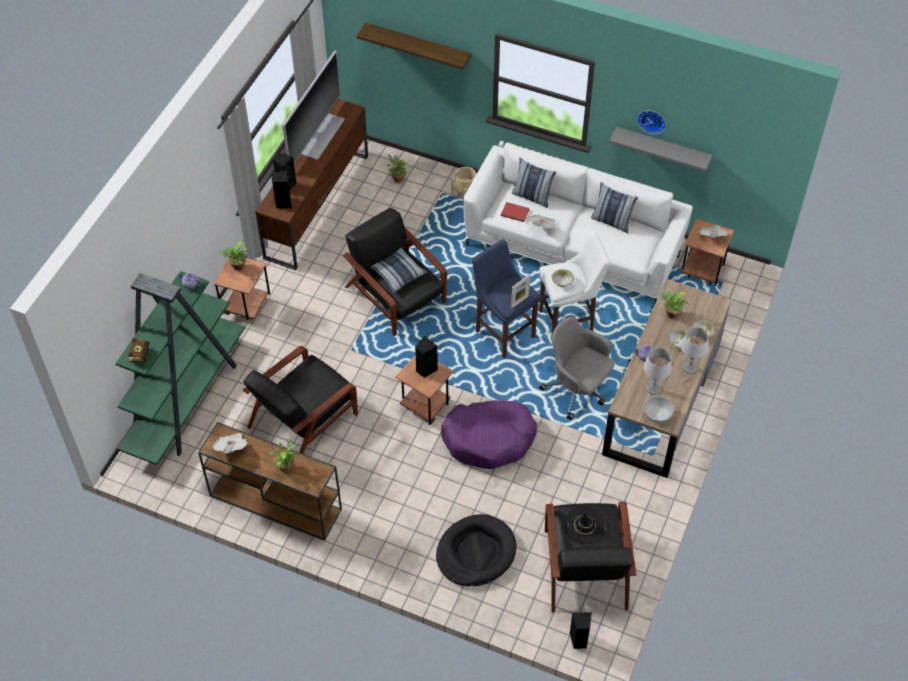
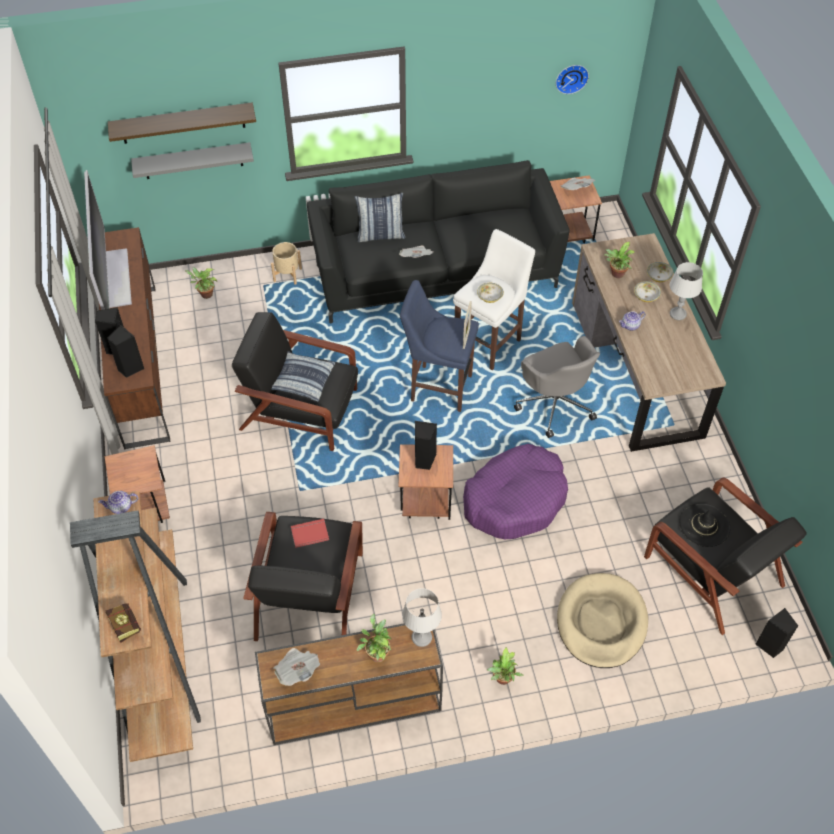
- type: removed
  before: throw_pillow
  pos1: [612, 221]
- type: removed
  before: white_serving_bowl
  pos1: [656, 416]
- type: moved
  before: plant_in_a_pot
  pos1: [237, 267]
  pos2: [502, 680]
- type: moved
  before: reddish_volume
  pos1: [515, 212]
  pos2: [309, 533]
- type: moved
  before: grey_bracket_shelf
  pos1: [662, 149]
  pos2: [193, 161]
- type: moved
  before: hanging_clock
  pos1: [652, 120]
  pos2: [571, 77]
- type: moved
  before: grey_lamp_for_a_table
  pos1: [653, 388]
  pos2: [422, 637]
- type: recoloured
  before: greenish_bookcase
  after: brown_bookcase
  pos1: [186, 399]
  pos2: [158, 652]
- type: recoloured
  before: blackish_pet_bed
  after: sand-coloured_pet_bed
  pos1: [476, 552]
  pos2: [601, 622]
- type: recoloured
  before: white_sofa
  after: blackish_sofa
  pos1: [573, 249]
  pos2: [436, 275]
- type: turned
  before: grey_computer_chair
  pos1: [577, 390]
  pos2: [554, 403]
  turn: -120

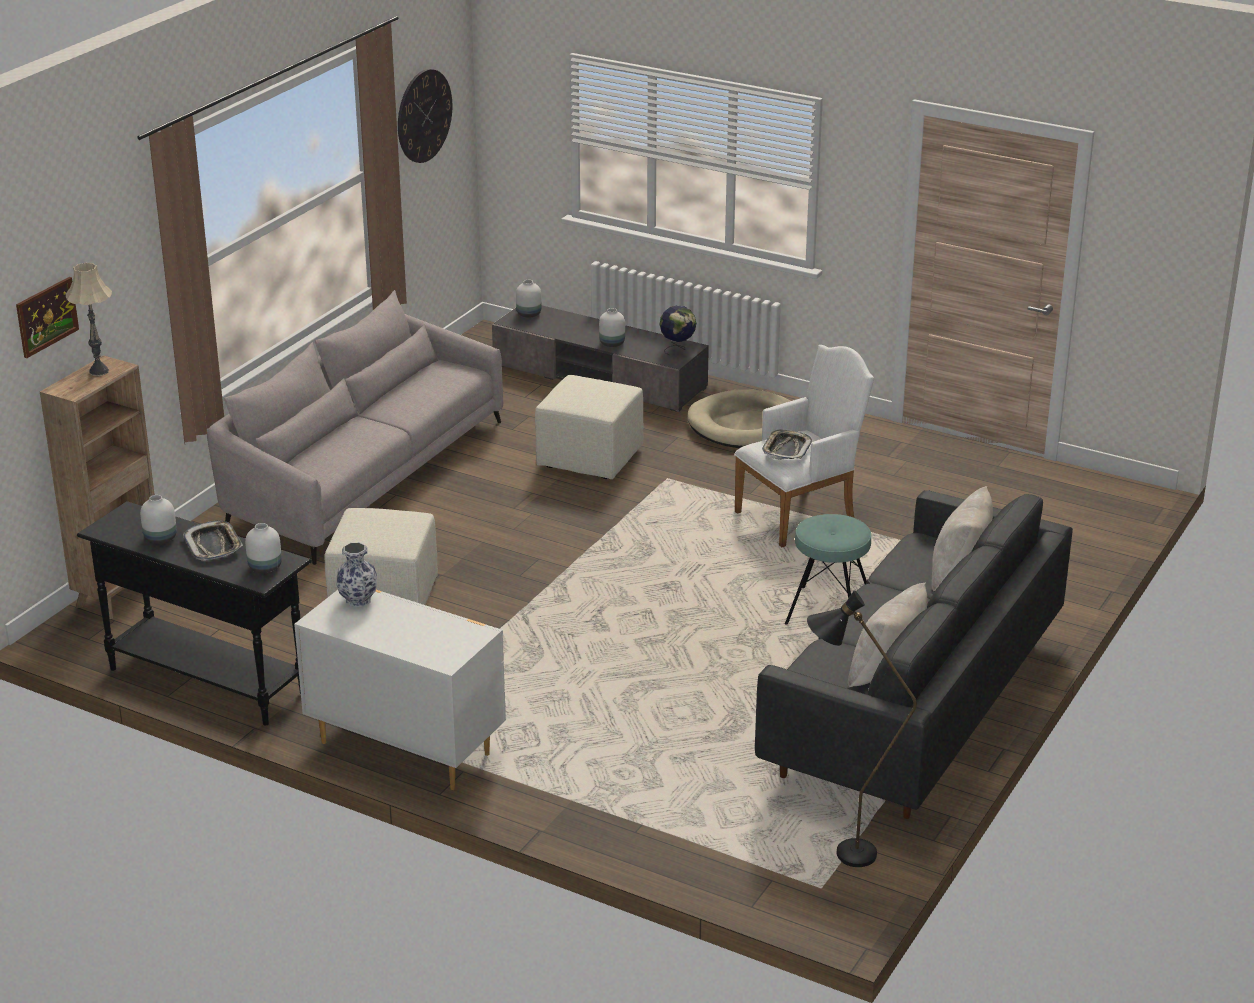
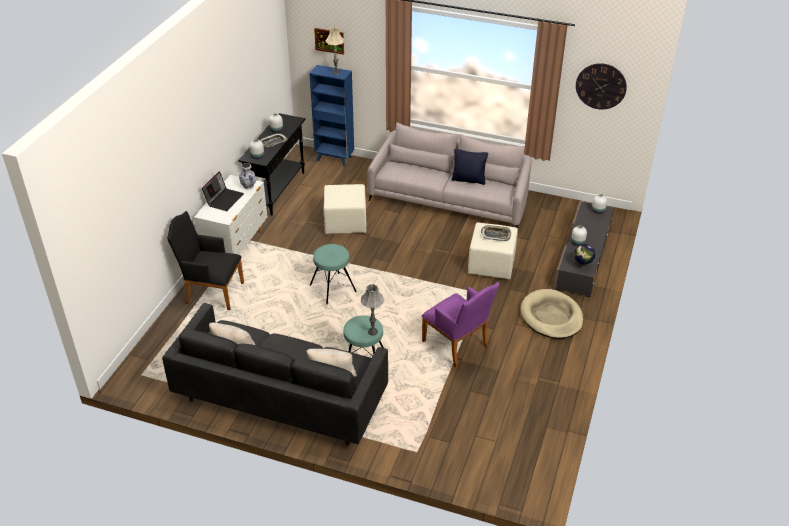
- type: removed
  before: blackish_standard_lamp
  pos1: [841, 854]
- type: added
  after: blackish_armchair
  pos2: [211, 292]
- type: added
  after: laptop
  pos2: [224, 199]
- type: added
  after: turquoise-coloured_sitting_stool
  pos2: [333, 288]
- type: added
  after: grey_lamp_for_a_table
  pos2: [373, 332]
- type: added
  after: blackish_throw_pillow
  pos2: [468, 180]
- type: moved
  before: carrying_tray
  pos1: [786, 449]
  pos2: [496, 235]
- type: recoloured
  before: brown_bookcase
  after: blue_bookcase
  pos1: [120, 594]
  pos2: [335, 159]
- type: recoloured
  before: white_armchair
  after: purple-coloured_armchair
  pos1: [801, 516]
  pos2: [457, 346]

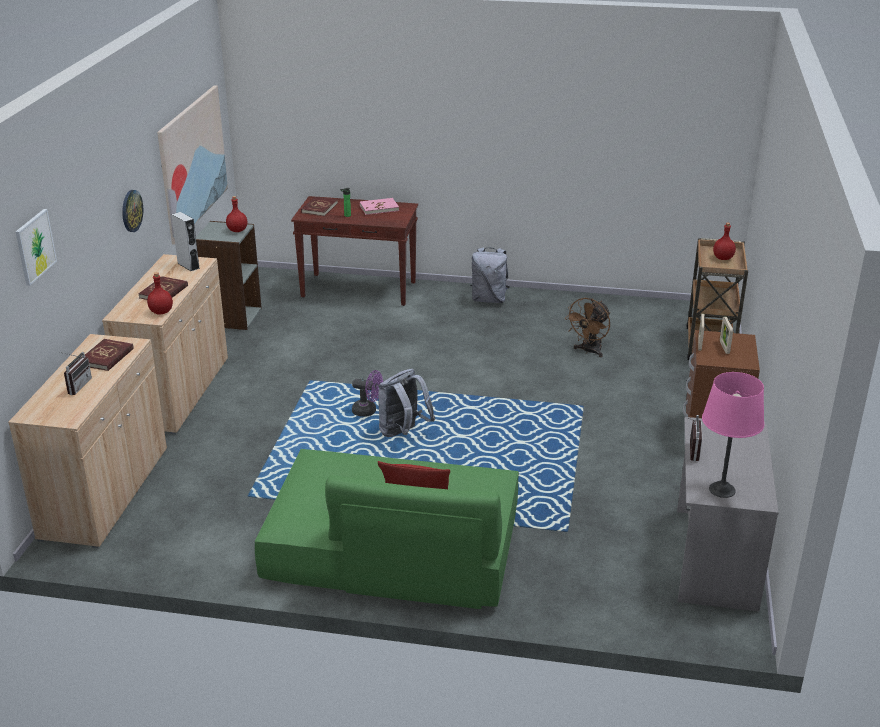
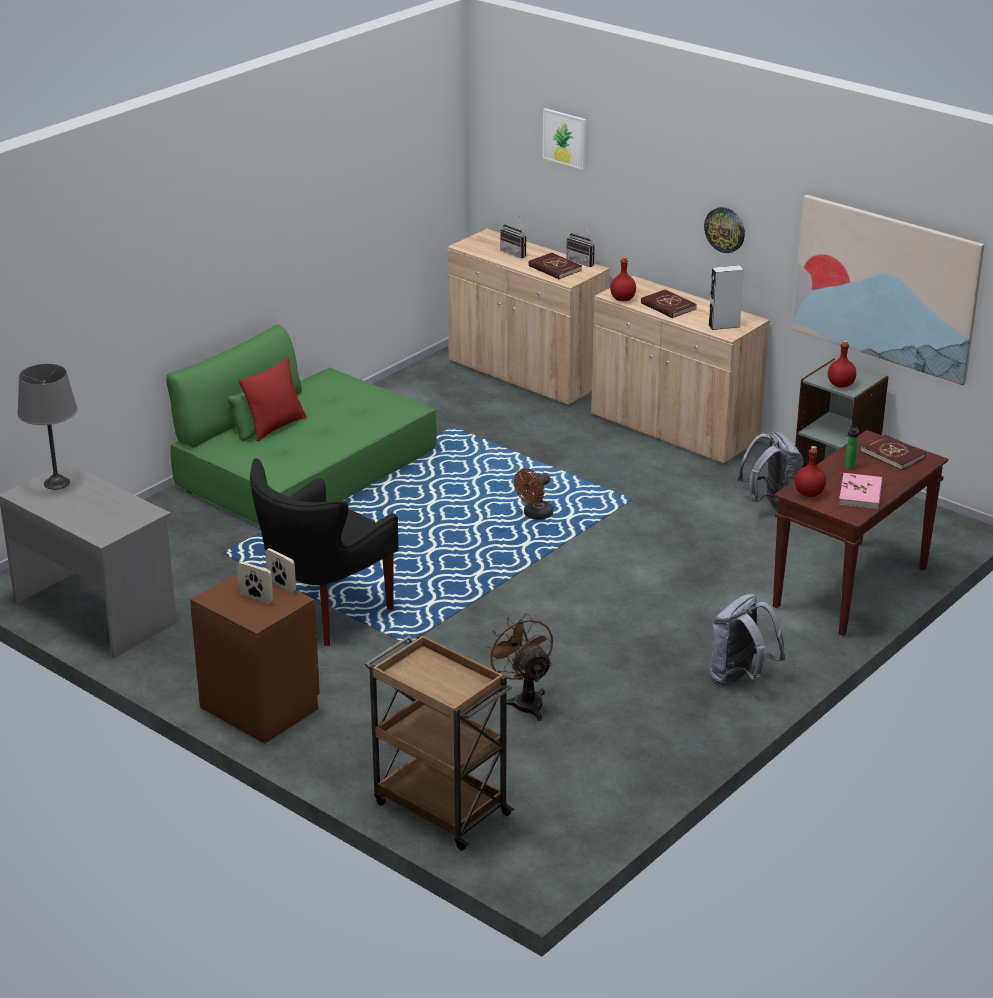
- type: added
  after: blackish_armchair
  pos2: [324, 611]
- type: moved
  before: grey_knapsack
  pos1: [403, 433]
  pos2: [771, 505]
- type: moved
  before: radio_receiver
  pos1: [689, 451]
  pos2: [582, 262]
- type: moved
  before: reddish_bottle
  pos1: [723, 258]
  pos2: [809, 494]
- type: recoloured
  before: purple-coloured_electric_fan
  after: brown_electric_fan
  pos1: [368, 411]
  pos2: [534, 515]
- type: recoloured
  before: pink_lamp_for_a_table
  after: grey_lamp_for_a_table
  pos1: [722, 490]
  pos2: [56, 483]

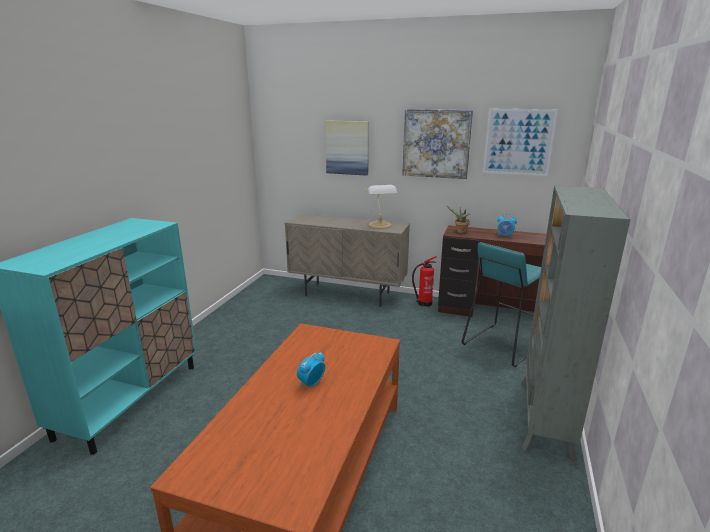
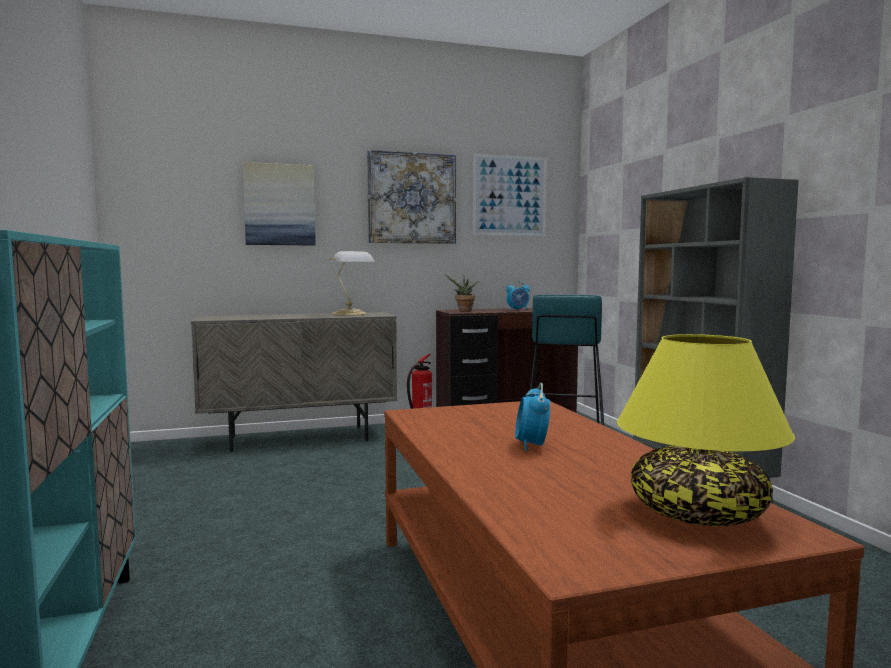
- type: added
  after: yellow_lamp_for_a_table
  pos2: [697, 512]

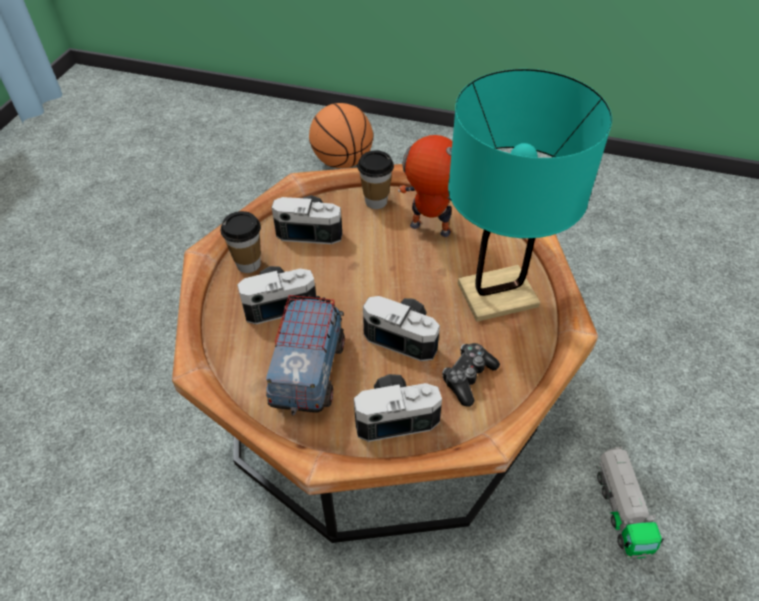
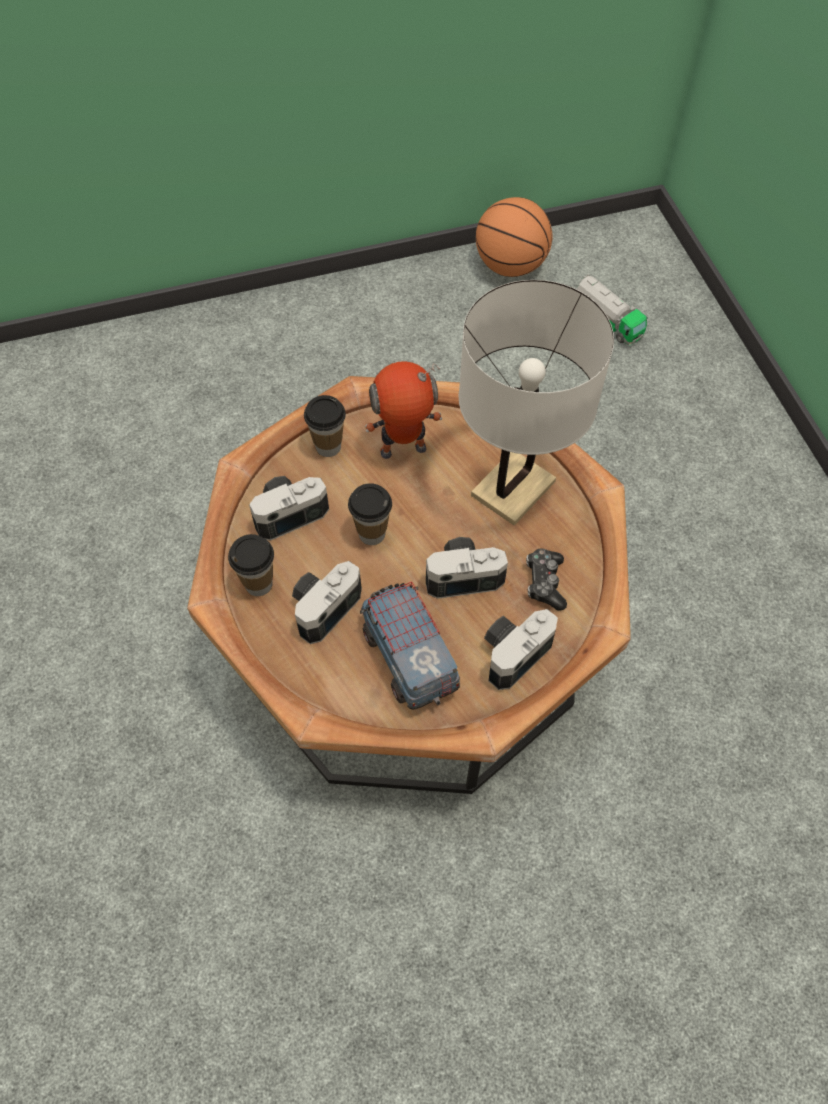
- type: added
  after: cup
  pos2: [371, 534]
- type: moved
  before: ball_for_basketball
  pos1: [342, 161]
  pos2: [510, 266]
- type: moved
  before: model_truck
  pos1: [621, 509]
  pos2: [607, 321]
- type: recoloured
  before: turquoise-coloured_lamp_for_a_table
  after: white_lamp_for_a_table
  pos1: [497, 294]
  pos2: [513, 488]

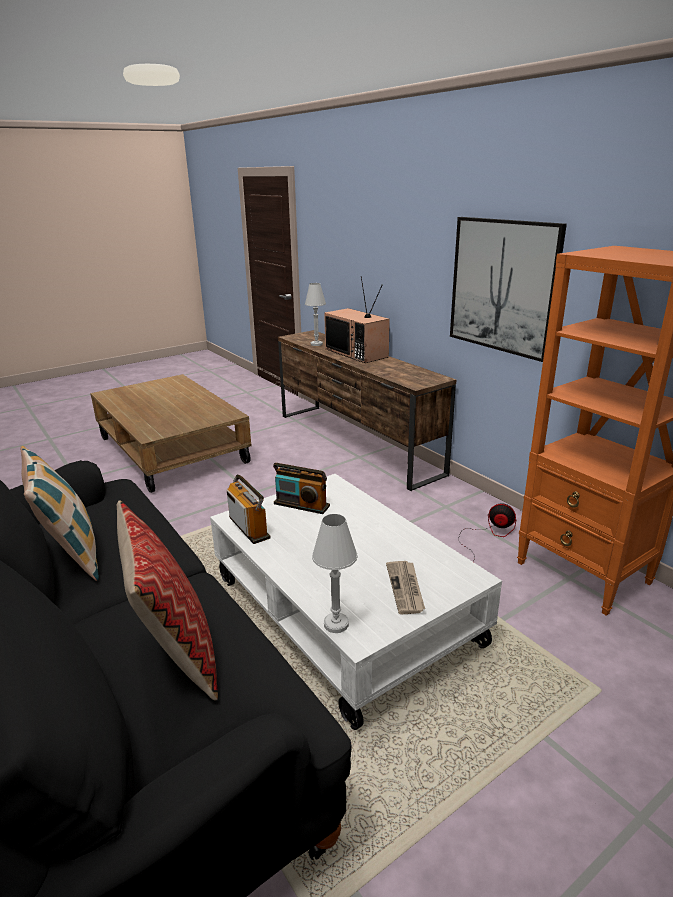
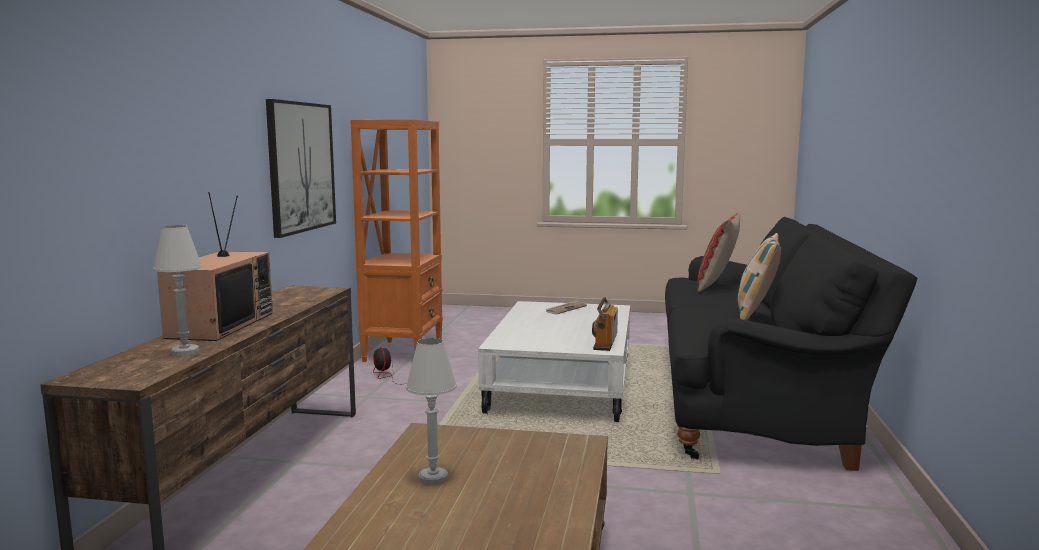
- type: removed
  before: radio_receiver
  pos1: [301, 505]
- type: moved
  before: white_lamp_for_a_table
  pos1: [336, 624]
  pos2: [433, 478]

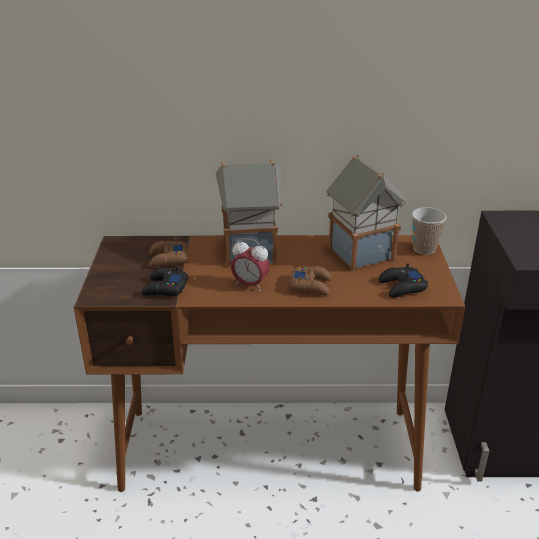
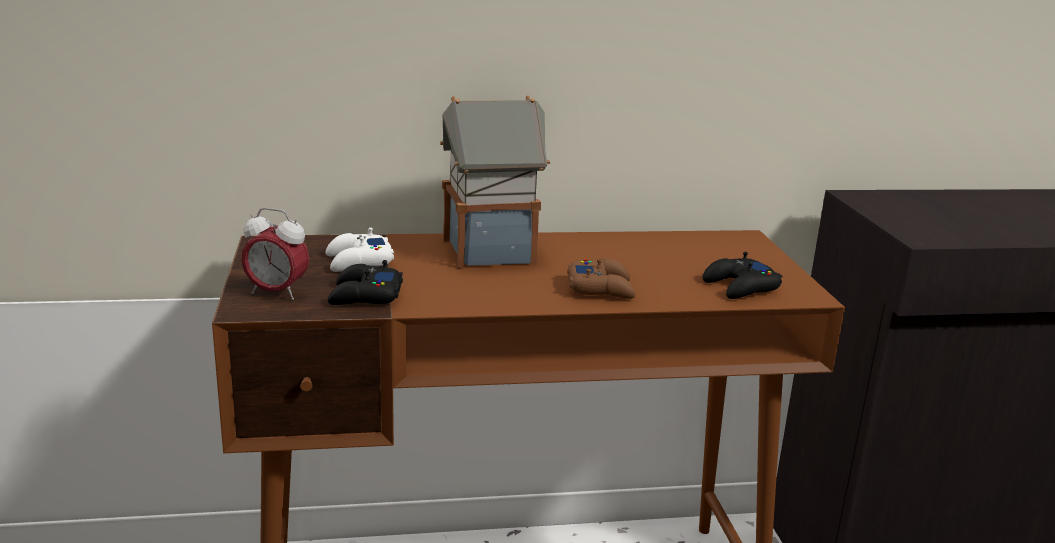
- type: removed
  before: toy_house
  pos1: [360, 253]
- type: removed
  before: cup
  pos1: [424, 249]
- type: moved
  before: bedside_clock
  pos1: [250, 285]
  pos2: [277, 293]
- type: recoloured
  before: brown_joypad
  after: white_joypad
  pos1: [167, 259]
  pos2: [358, 261]

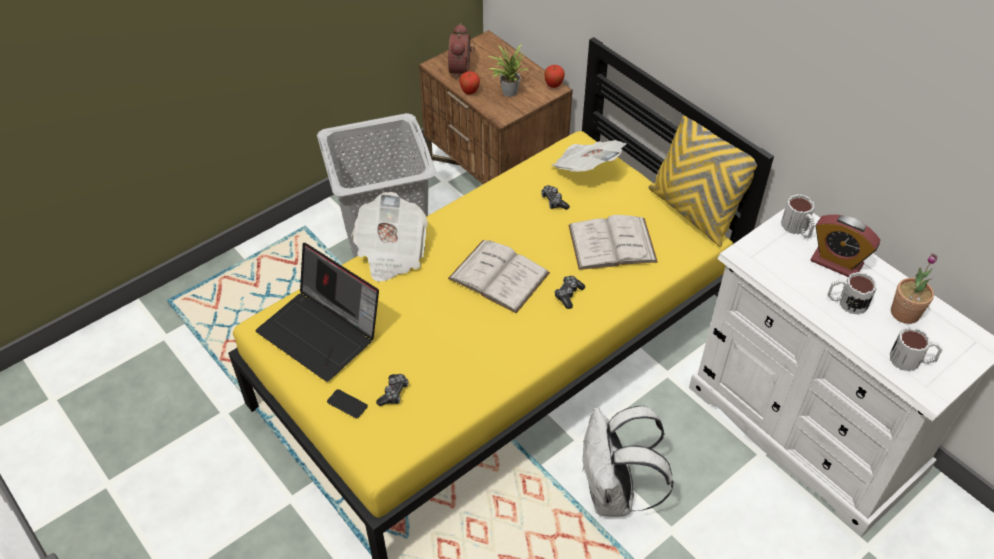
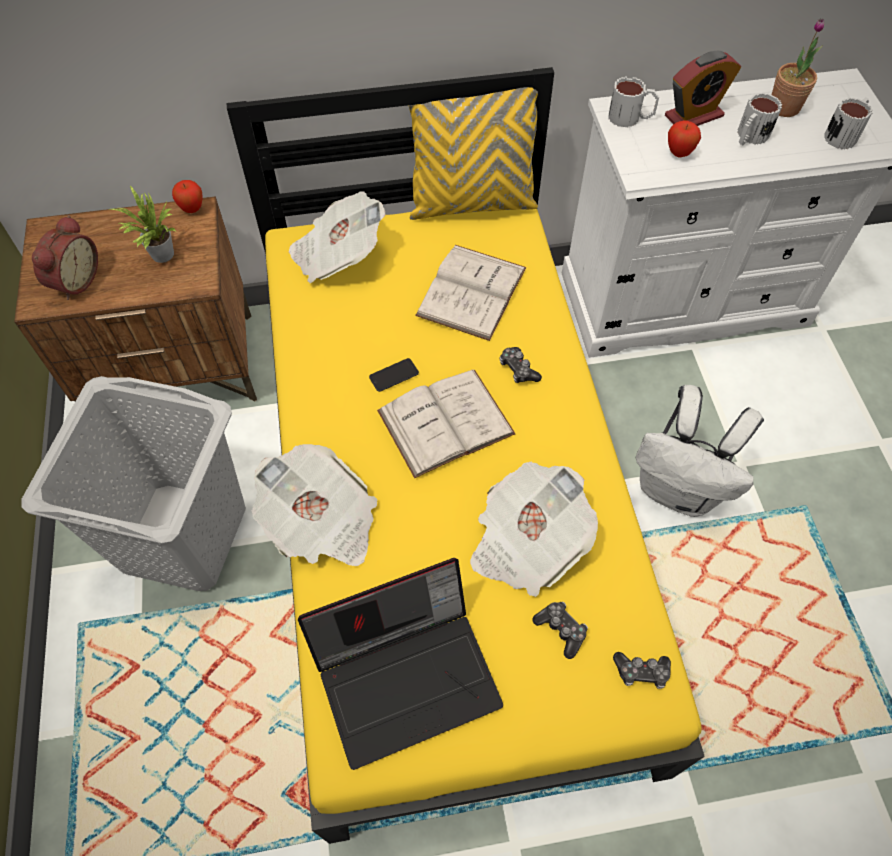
- type: added
  after: printed_paper
  pos2: [526, 542]
- type: moved
  before: phone
  pos1: [347, 404]
  pos2: [394, 375]
- type: moved
  before: whole_apple
  pos1: [469, 92]
  pos2: [678, 153]
- type: moved
  before: joypad
  pos1: [554, 201]
  pos2: [641, 672]
- type: turned
  before: bedside_clock
  pos1: [462, 69]
  pos2: [74, 280]
  turn: -105

